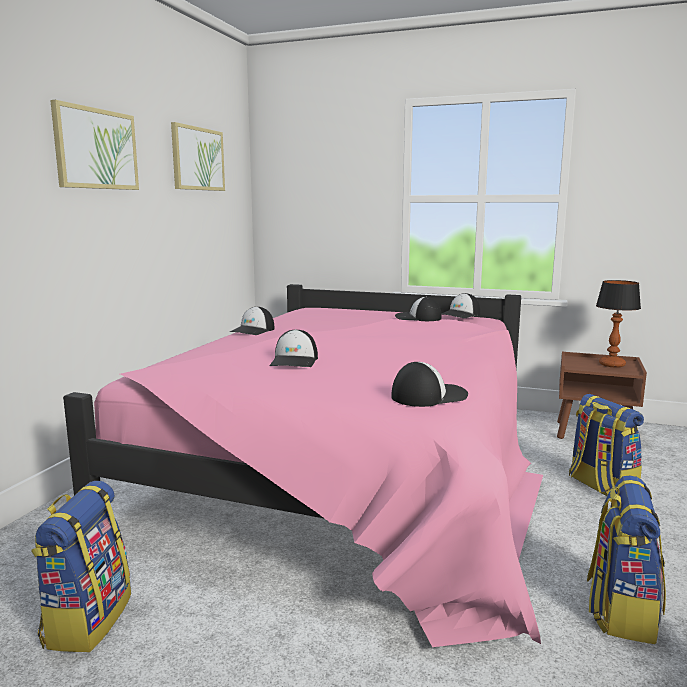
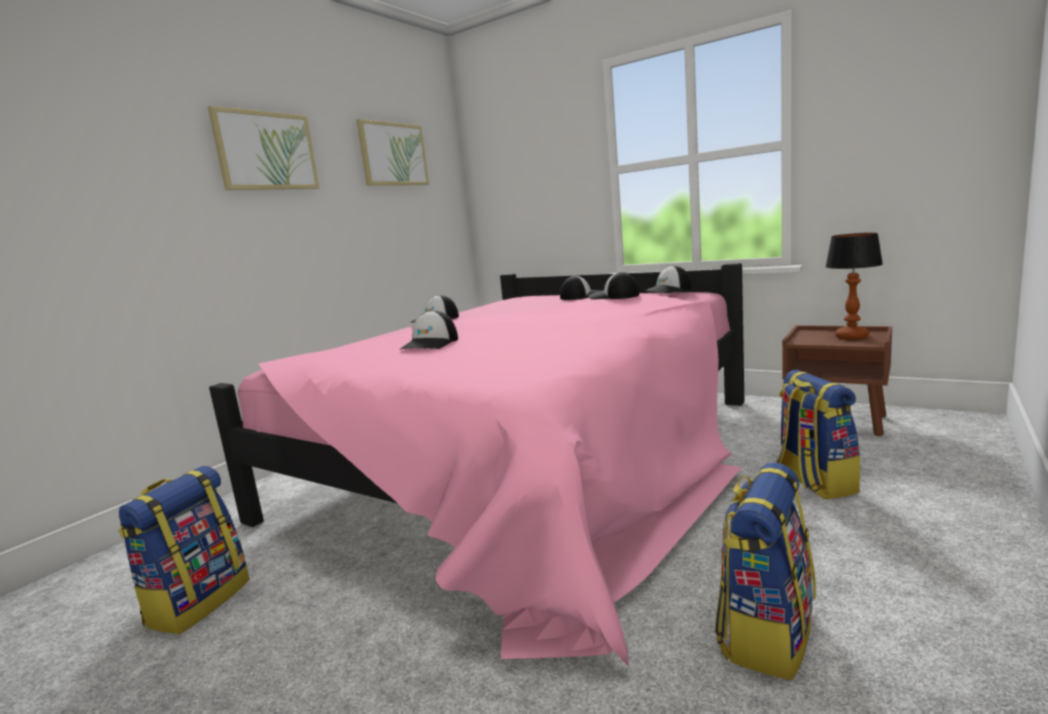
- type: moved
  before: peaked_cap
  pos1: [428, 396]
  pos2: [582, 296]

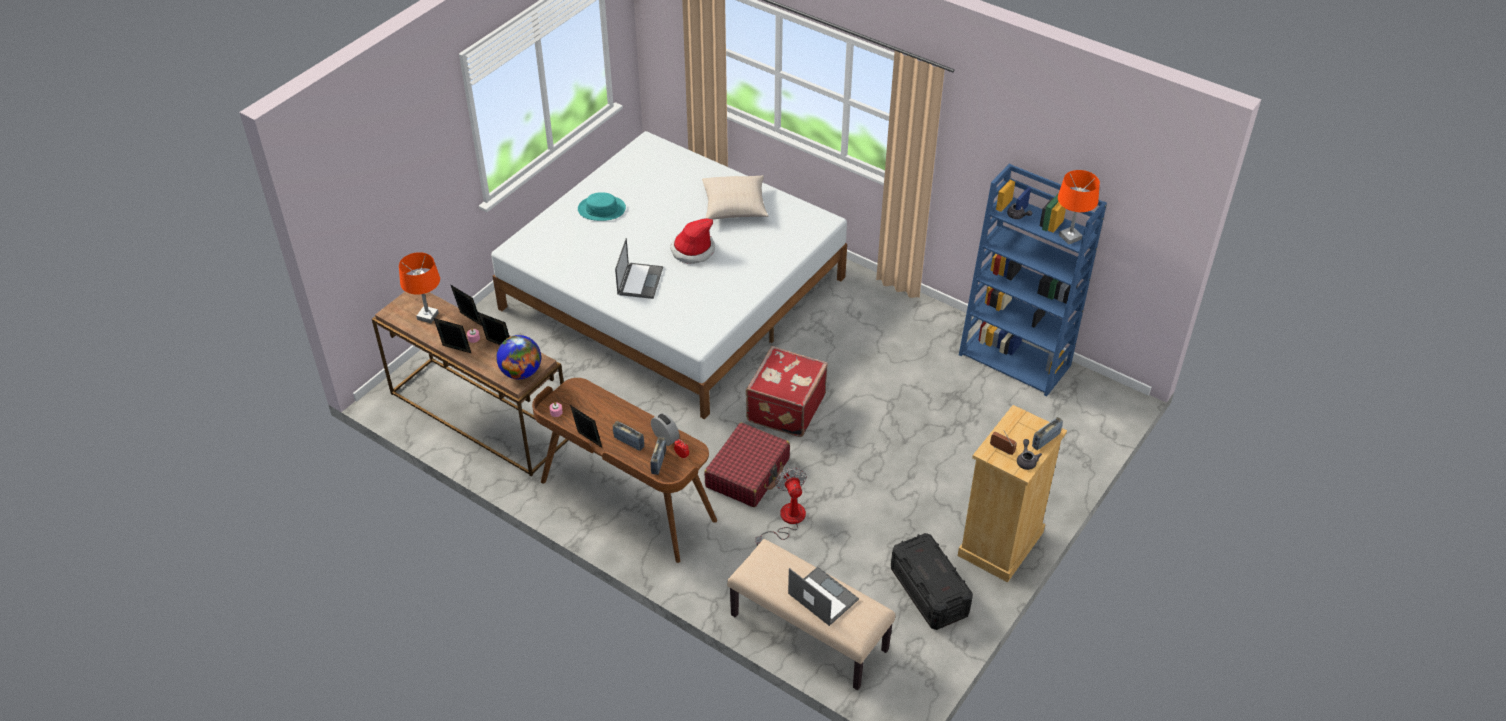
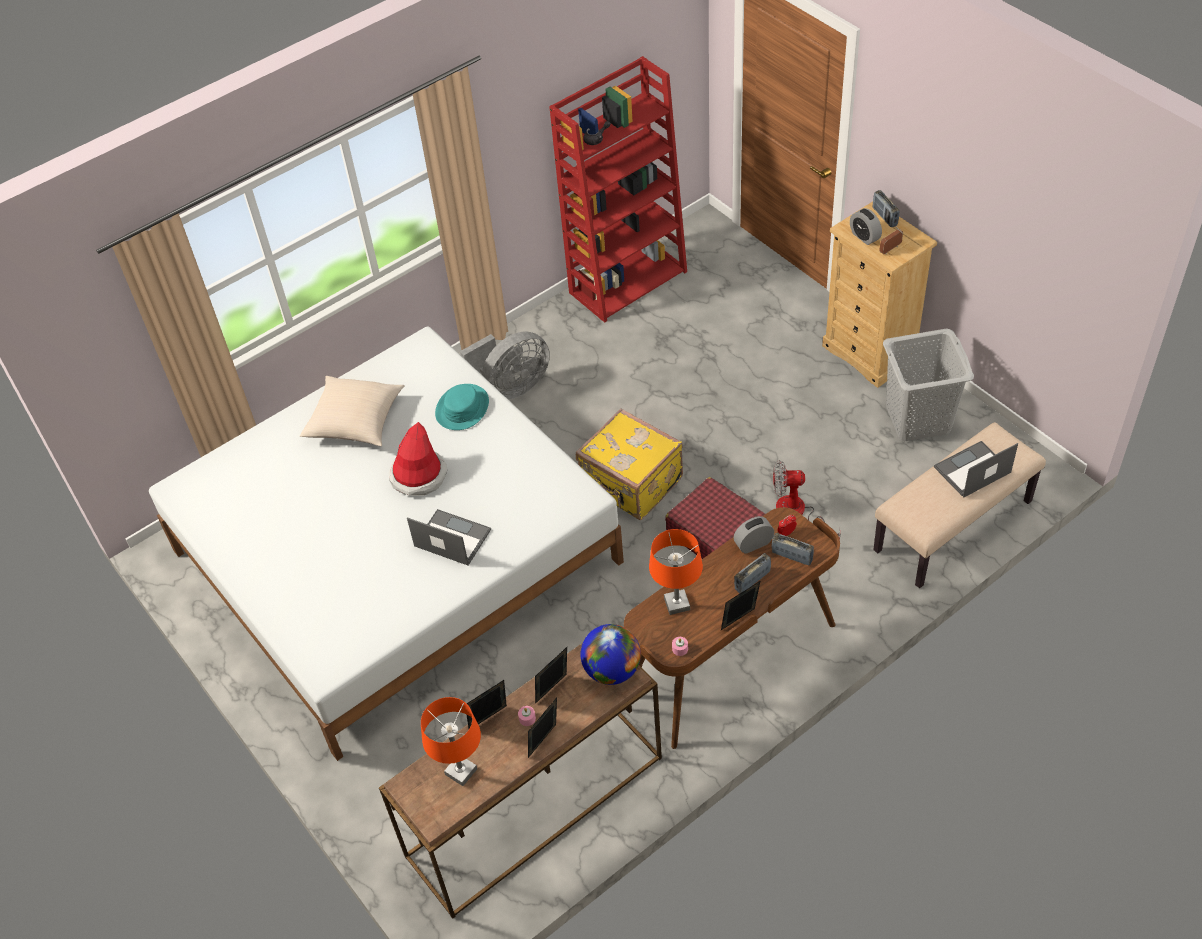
- type: removed
  before: grey_teapot
  pos1: [1026, 460]
- type: added
  after: grey_electric_fan
  pos2: [512, 387]
- type: added
  after: bedside_clock
  pos2: [864, 237]
- type: moved
  before: turquoise-coloured_wearable_hat
  pos1: [601, 209]
  pos2: [462, 408]
- type: moved
  before: orange-coloured_lamp_for_a_table
  pos1: [1070, 237]
  pos2: [676, 604]
- type: replaced
  before: blackish_storage_container
  after: grey_laundry_basket
  pos1: [929, 592]
  pos2: [918, 419]
- type: recoloured
  before: reddish_suitcase
  after: yellow_suitcase
  pos1: [784, 408]
  pos2: [631, 484]
- type: recoloured
  before: blue_bookcase
  after: reddish_bookcase
  pos1: [1016, 360]
  pos2: [628, 281]

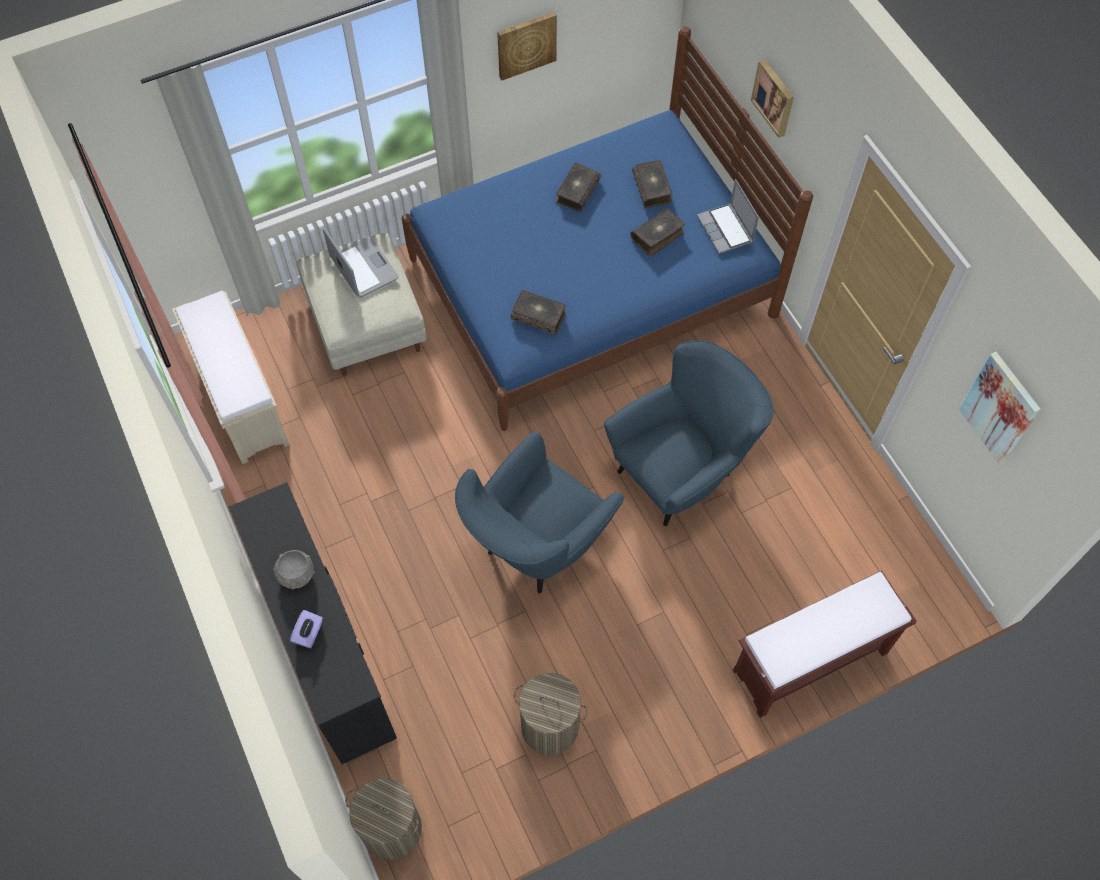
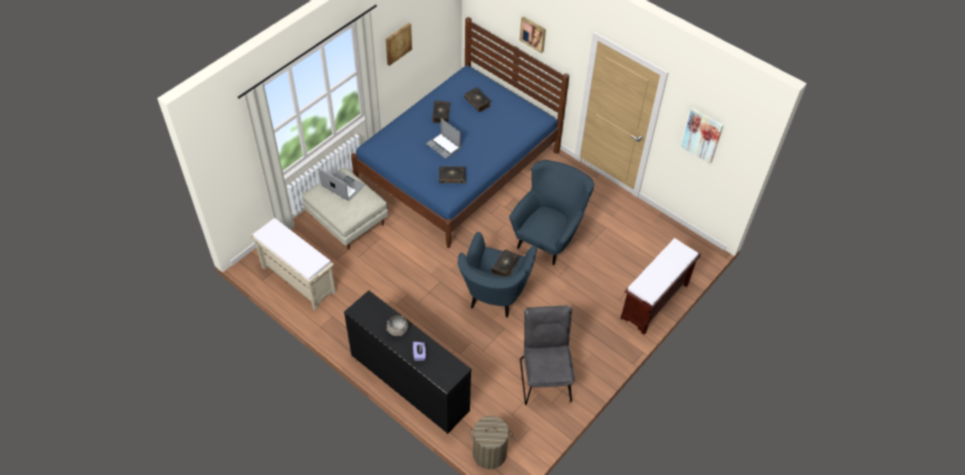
- type: moved
  before: volume
  pos1: [658, 236]
  pos2: [505, 266]
- type: moved
  before: laptop
  pos1: [726, 230]
  pos2: [444, 146]
- type: replaced
  before: laundry_basket
  after: grey_upright_chair
  pos1: [550, 726]
  pos2: [544, 376]

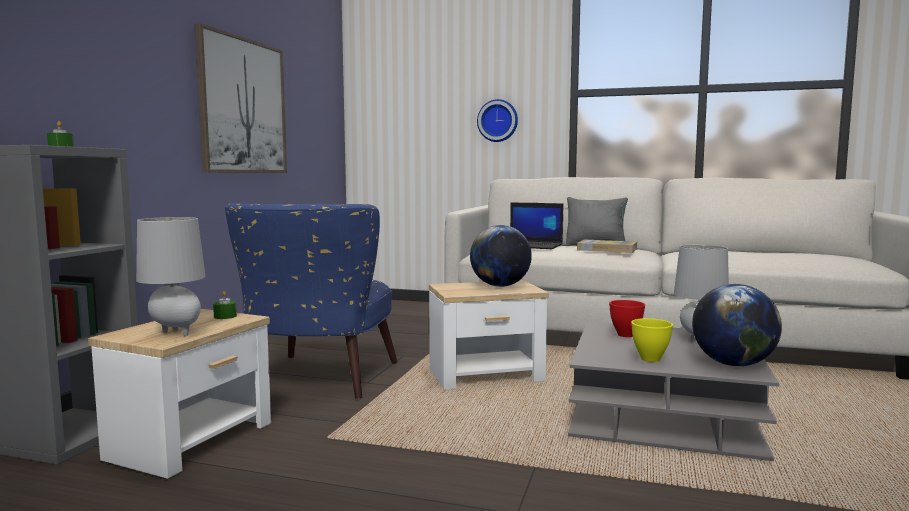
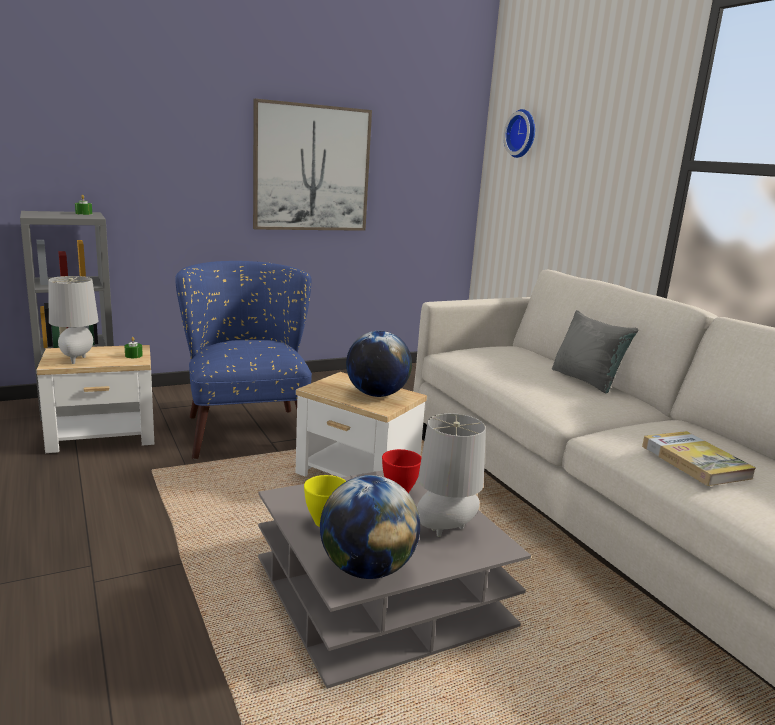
- type: removed
  before: laptop
  pos1: [531, 246]
- type: moved
  before: hanging_clock
  pos1: [498, 121]
  pos2: [522, 134]
- type: moved
  before: volume
  pos1: [607, 249]
  pos2: [695, 462]
- type: turned
  before: blue_armchair
  pos1: [314, 382]
  pos2: [246, 426]
  turn: 105

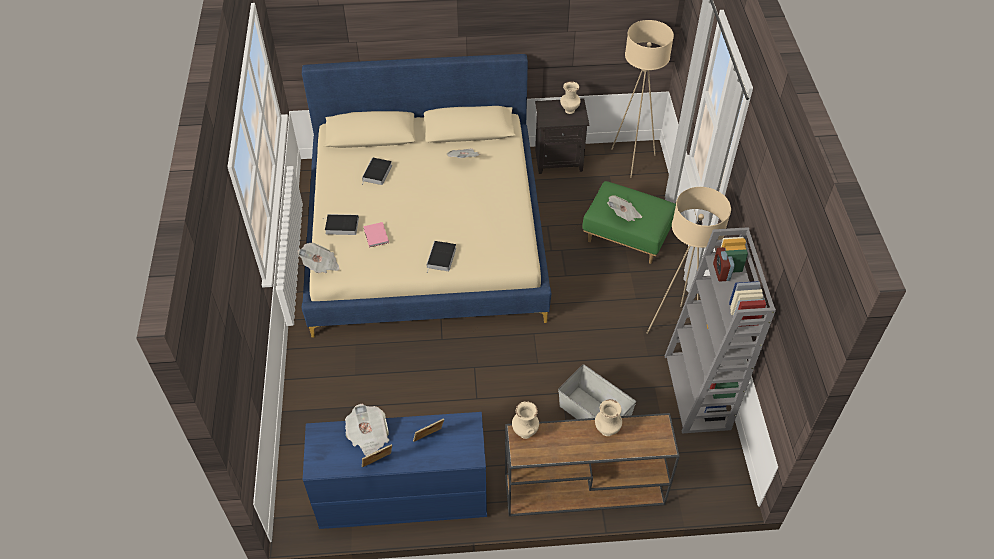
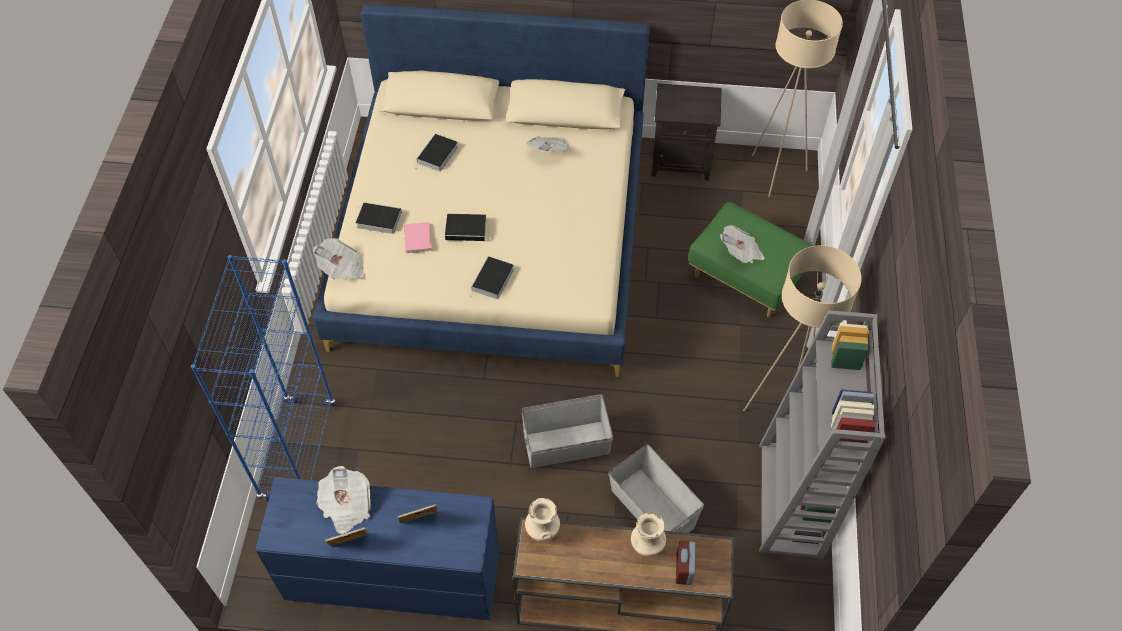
- type: removed
  before: sand-coloured_decorative_vase
  pos1: [569, 111]
- type: added
  after: blue_bookcase
  pos2: [298, 451]
- type: added
  after: volume
  pos2: [467, 229]
- type: added
  after: grey_storage_container
  pos2: [567, 445]
- type: moved
  before: bedside_clock
  pos1: [721, 272]
  pos2: [684, 569]

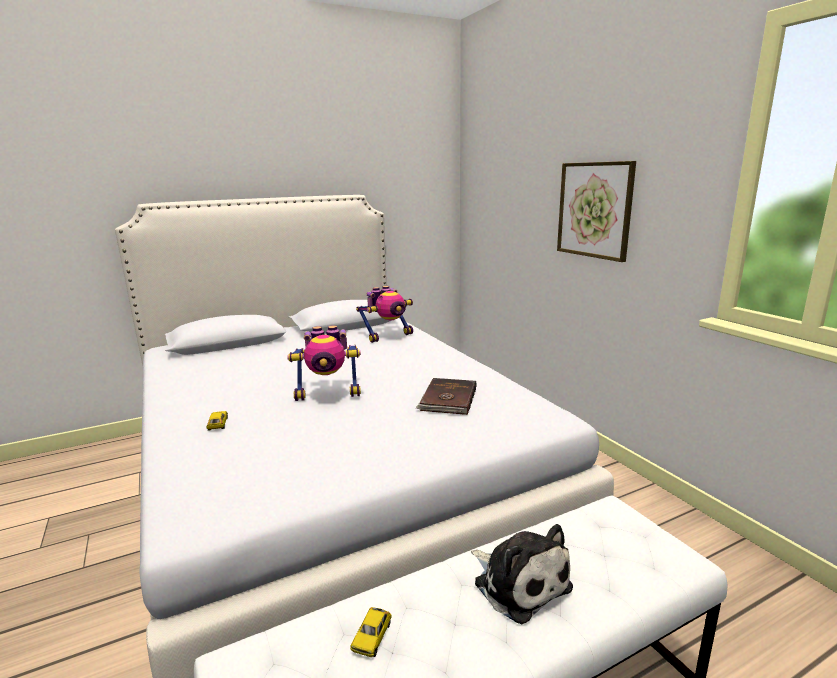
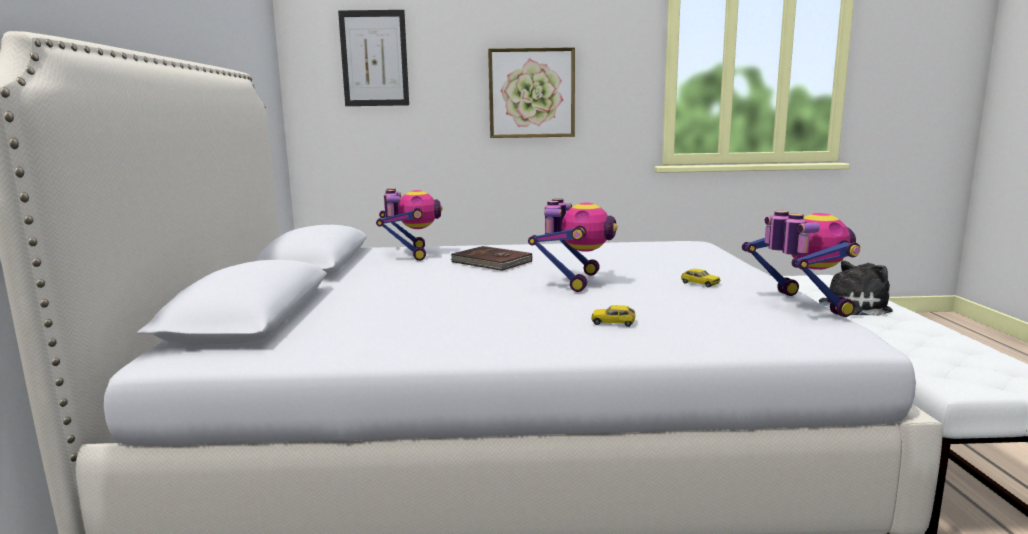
- type: added
  after: picture
  pos2: [374, 58]
- type: added
  after: model_robot
  pos2: [801, 305]
- type: moved
  before: miniature_car
  pos1: [371, 637]
  pos2: [700, 283]
- type: moved
  before: brown_volume
  pos1: [447, 399]
  pos2: [491, 262]

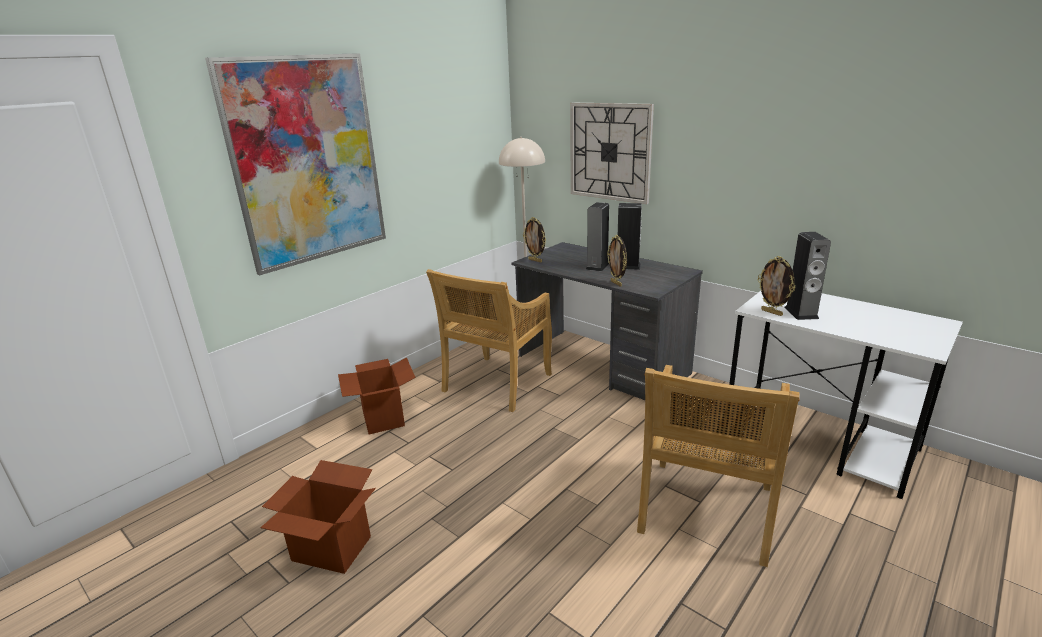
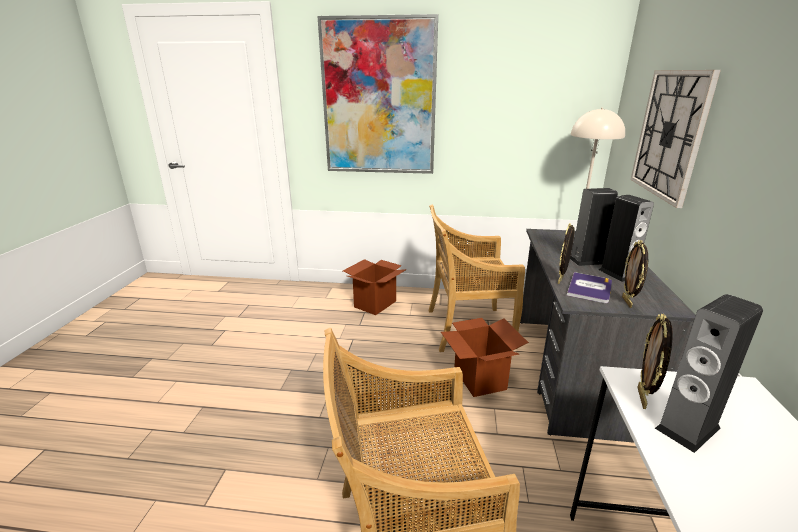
- type: added
  after: volume
  pos2: [589, 288]
- type: moved
  before: packing_box
  pos1: [331, 549]
  pos2: [479, 378]
- type: moved
  before: picture_frame
  pos1: [535, 260]
  pos2: [627, 302]

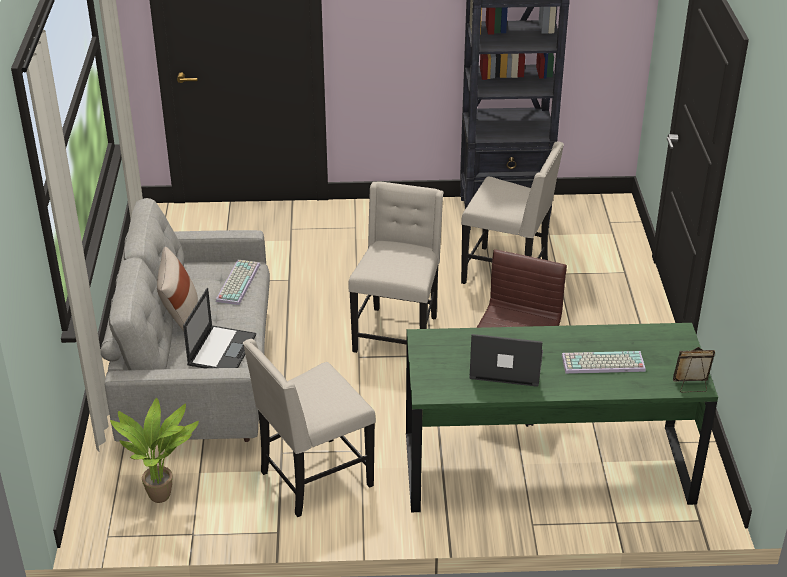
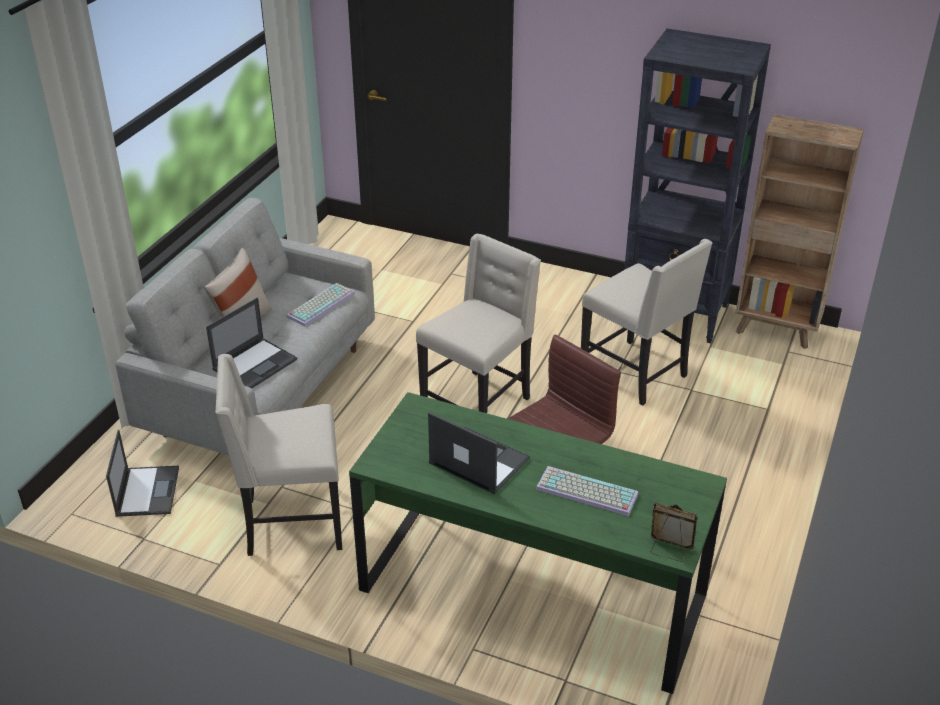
- type: added
  after: brown_bookcase
  pos2: [777, 330]
- type: replaced
  before: plant_in_a_pot
  after: laptop
  pos1: [163, 494]
  pos2: [147, 491]

